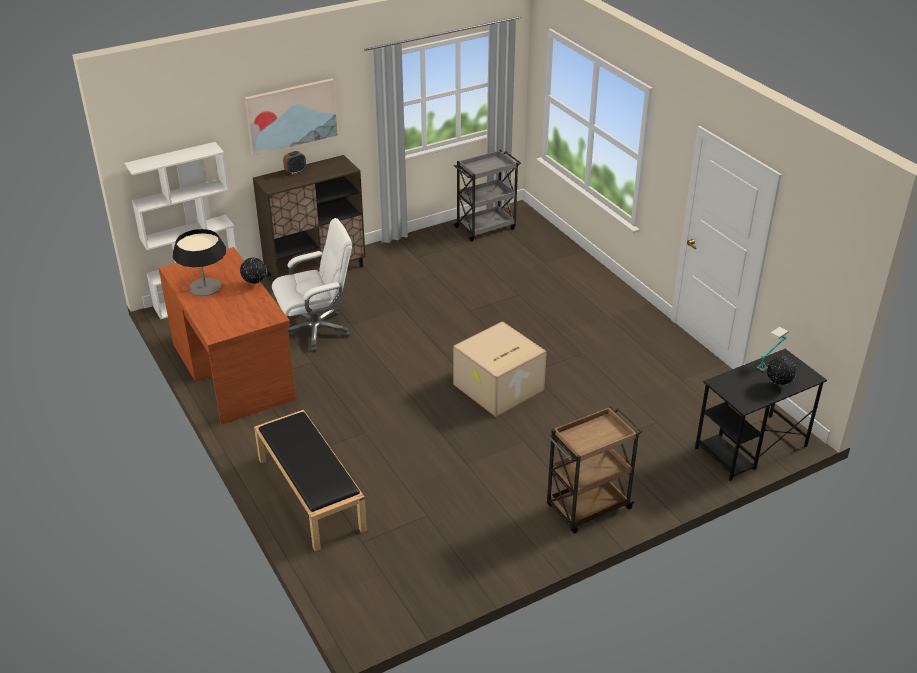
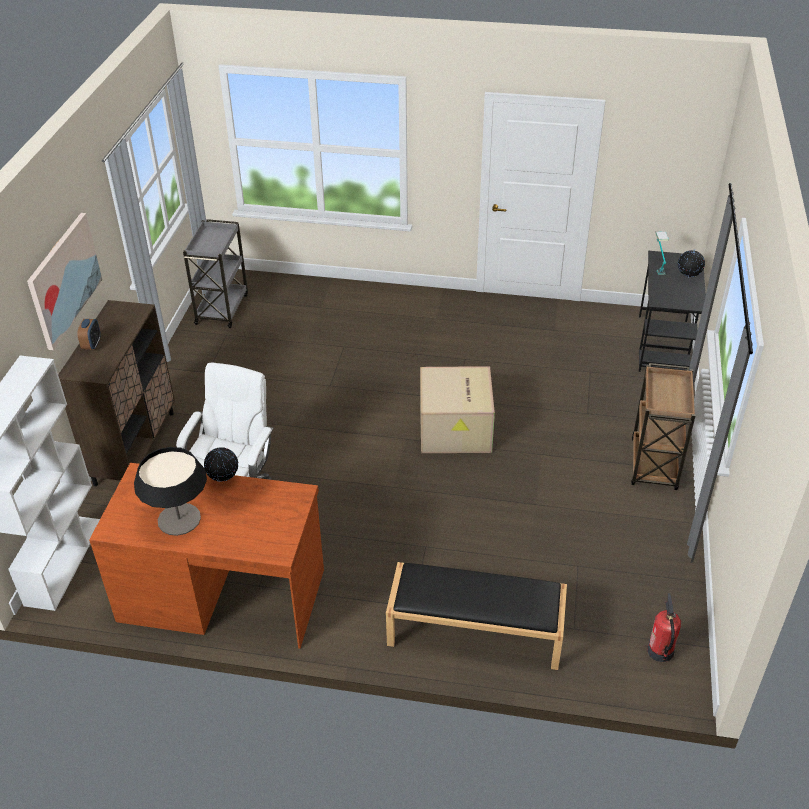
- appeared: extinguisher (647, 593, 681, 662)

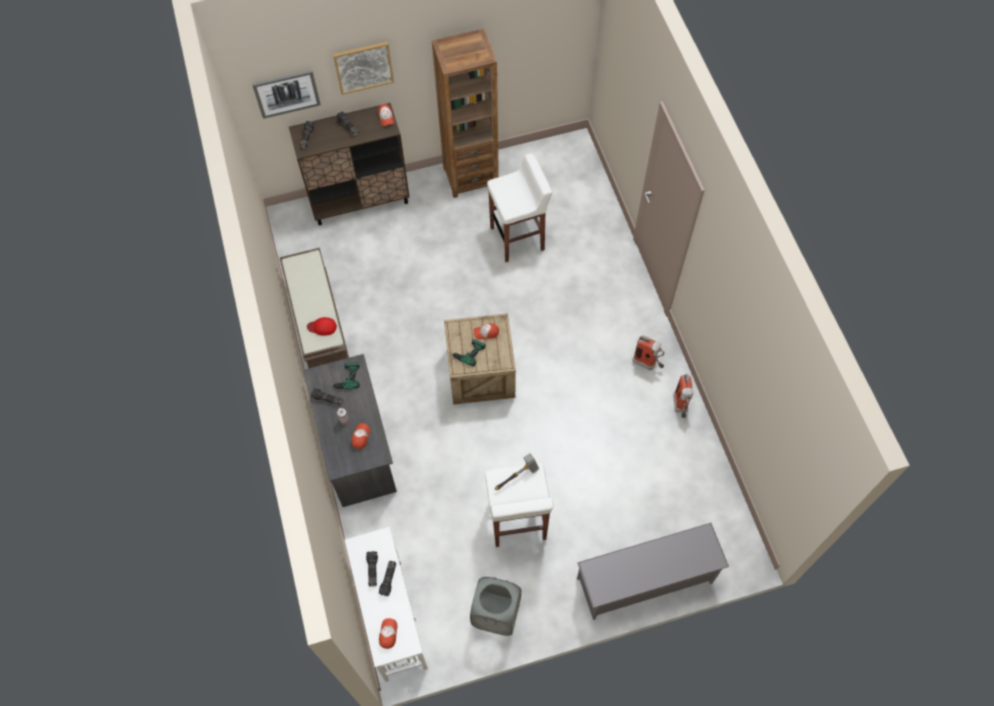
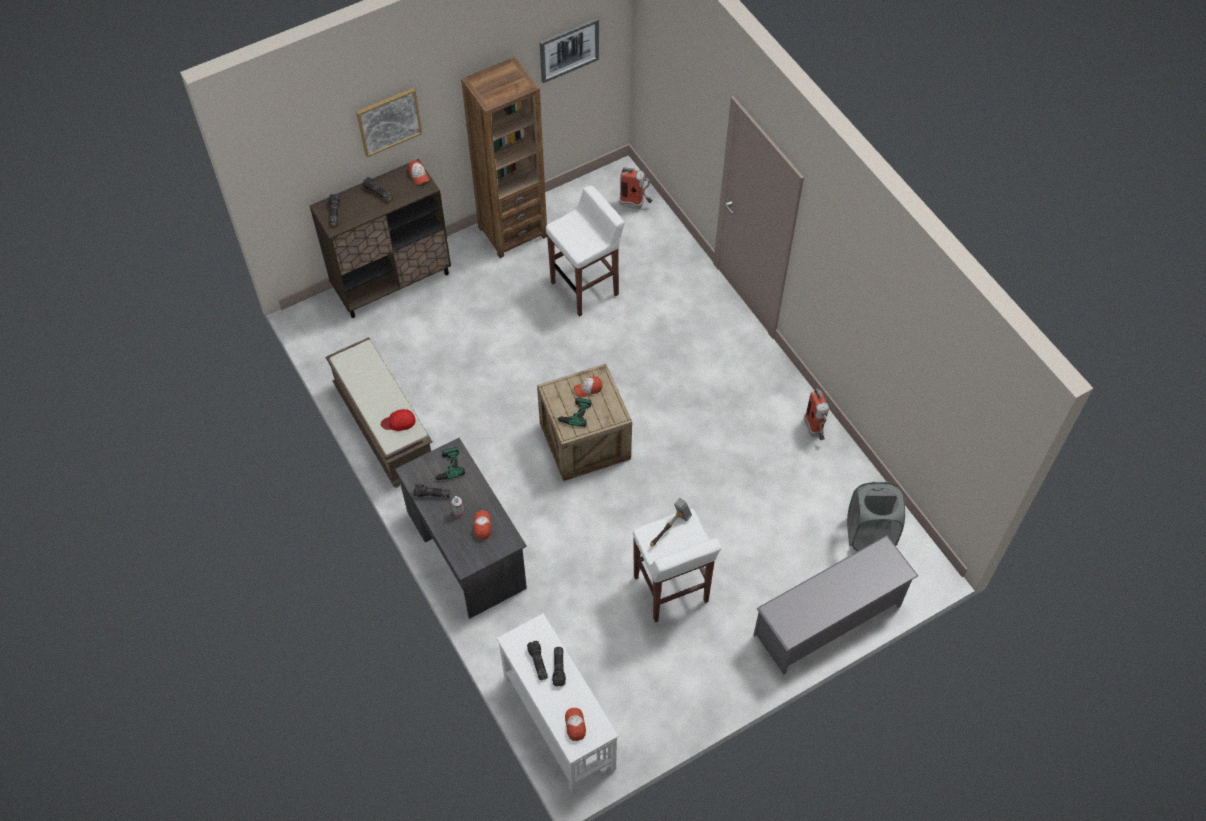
- relocated: picture (252, 70, 321, 119) to (540, 18, 599, 83)
- relocated: grey washing basket (470, 577, 521, 636) to (847, 482, 905, 551)
- relocated: extinguisher (632, 335, 664, 370) to (619, 167, 652, 209)

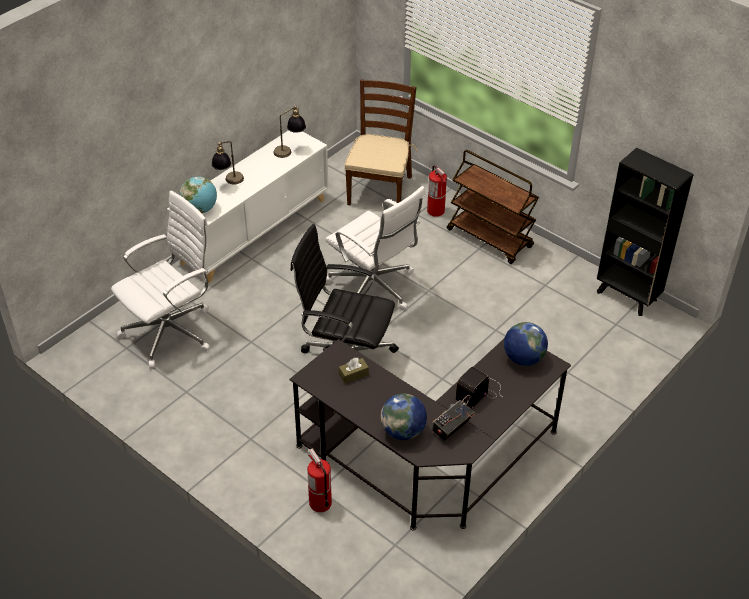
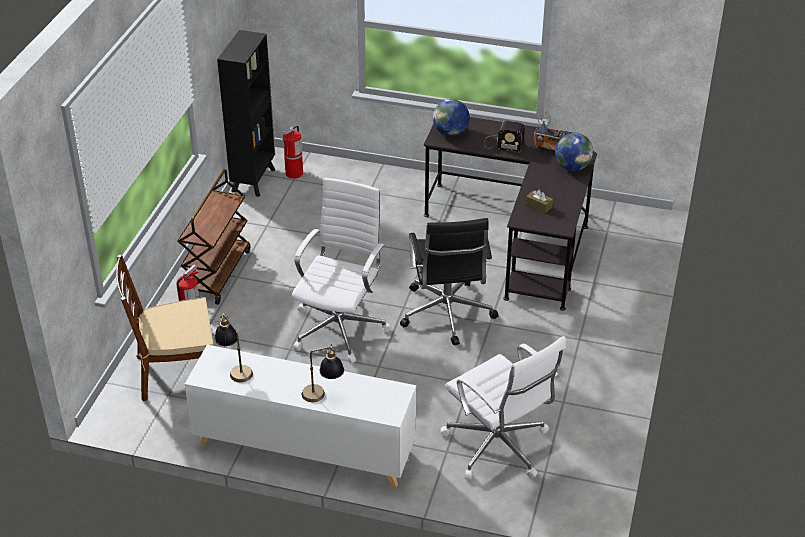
- missing: world globe (179, 177, 217, 213)
- relocated: extinguisher (307, 448, 332, 512) to (283, 126, 303, 179)
- spun: white computer chair (111, 191, 210, 369) = (440, 336, 566, 480) 150 degrees counterclockwise

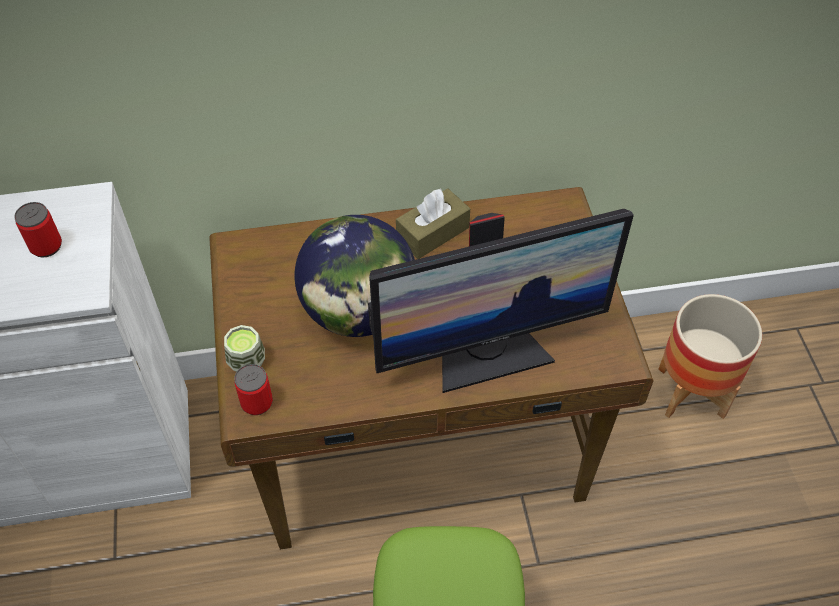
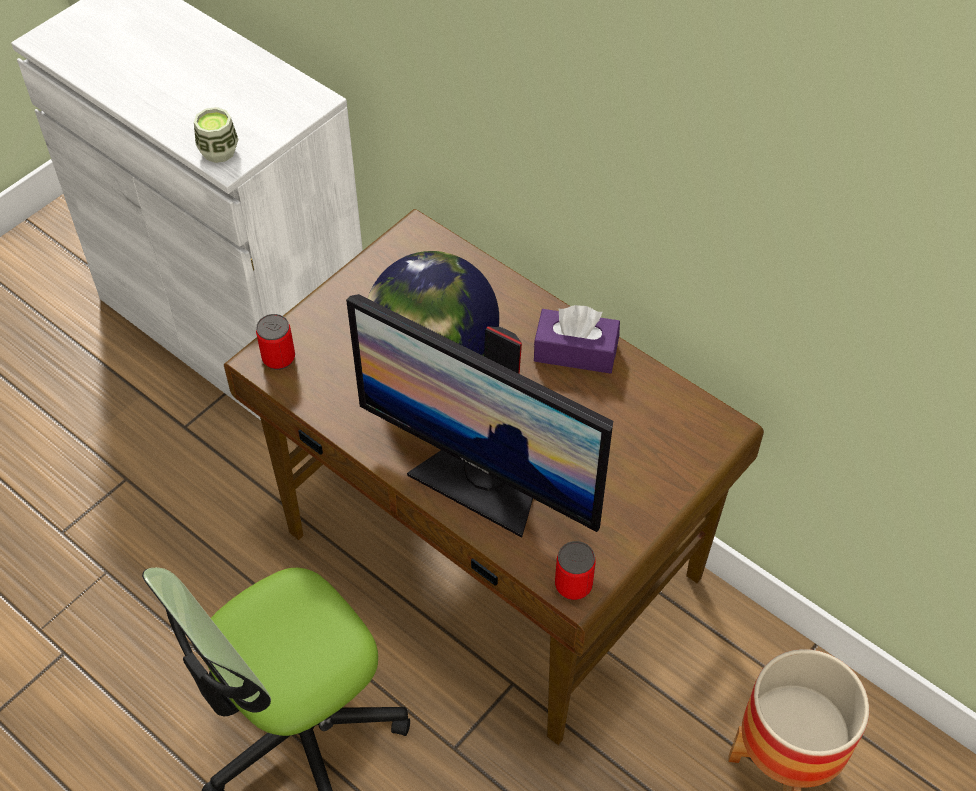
- relocated: metal can (14, 202, 62, 258) to (555, 541, 596, 600)
- relocated: small cup (224, 325, 265, 372) to (194, 107, 239, 163)
- colour: brown box of tissues (396, 188, 470, 259) to purple box of tissues (534, 305, 620, 374)

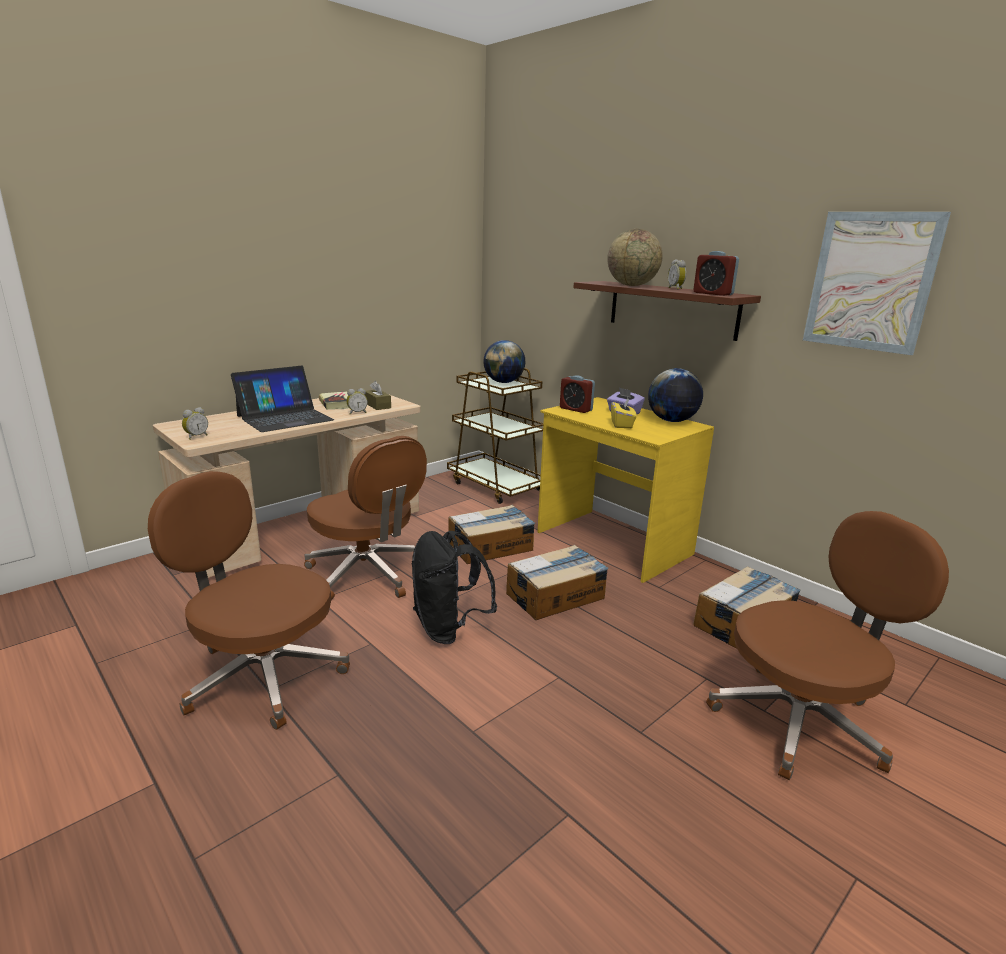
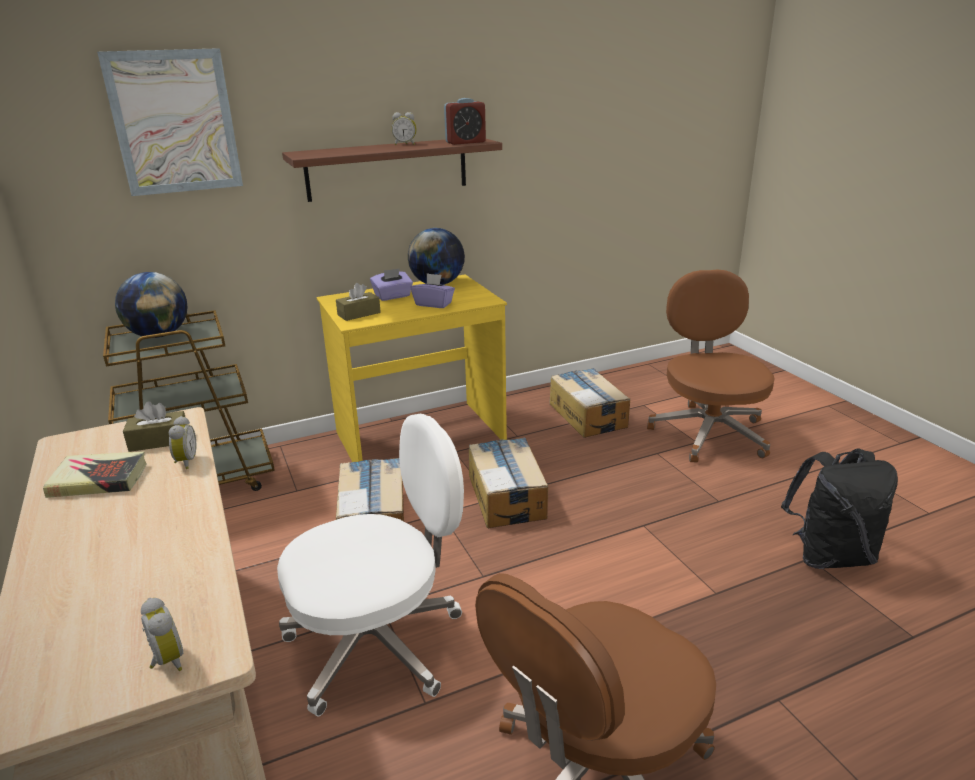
- missing: laptop (231, 366, 334, 432)
- missing: world globe (607, 229, 663, 286)
- relocated: black-coloured knapsack (412, 531, 497, 644) to (781, 448, 898, 569)
- relocated: picture (803, 212, 951, 355) to (97, 48, 243, 196)
- exchanged: table clock (560, 375, 595, 413) to brown box of tissues (336, 283, 381, 321)
- colour: brown computer chair (304, 436, 427, 600) to white computer chair (277, 414, 464, 716)
- colour: yellow box of tissues (611, 398, 637, 428) to purple box of tissues (411, 273, 455, 308)

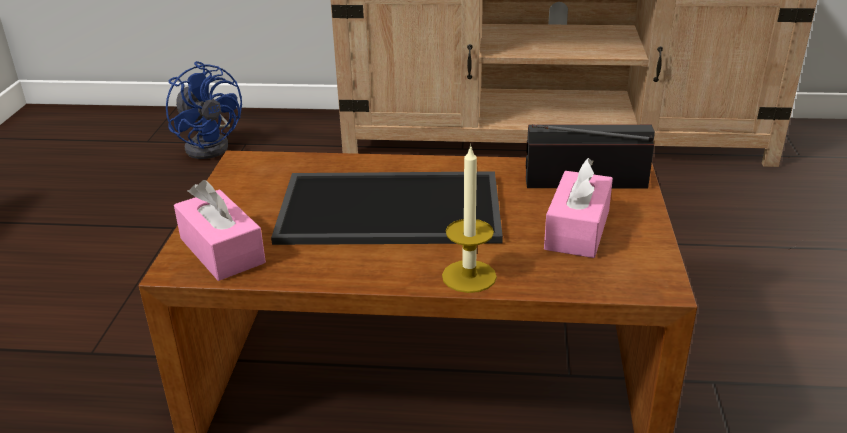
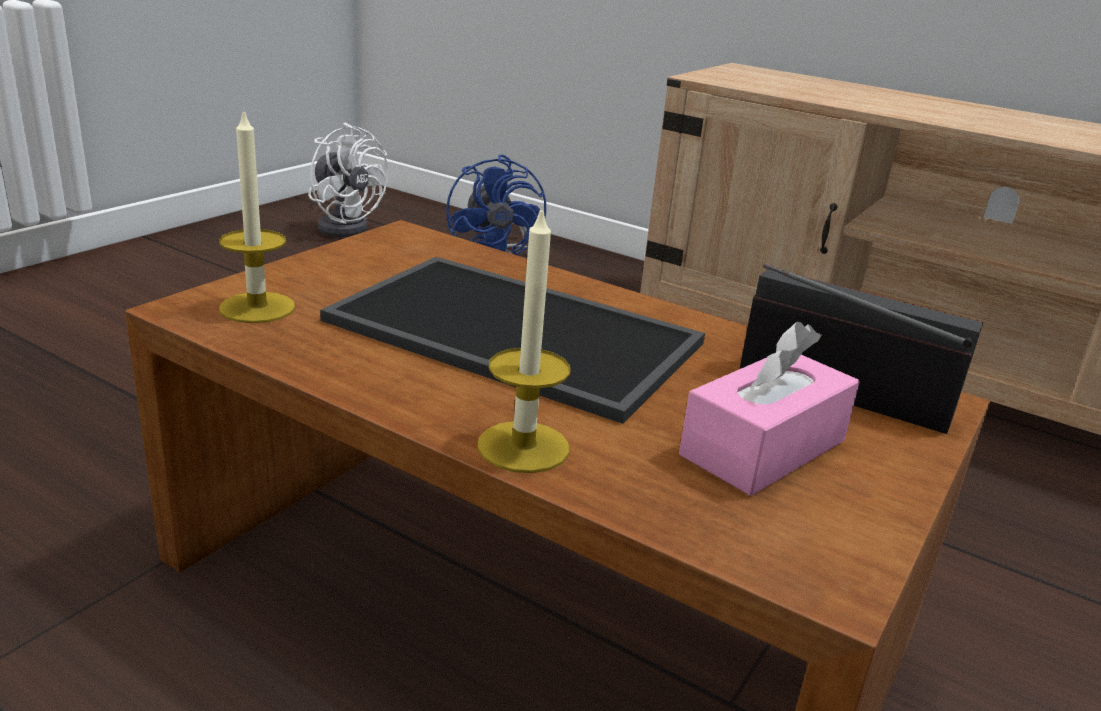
- appeared: white electric fan (308, 123, 388, 237)
- exchanged: pink-coloured box of tissues (174, 180, 266, 281) to candle (219, 108, 295, 323)

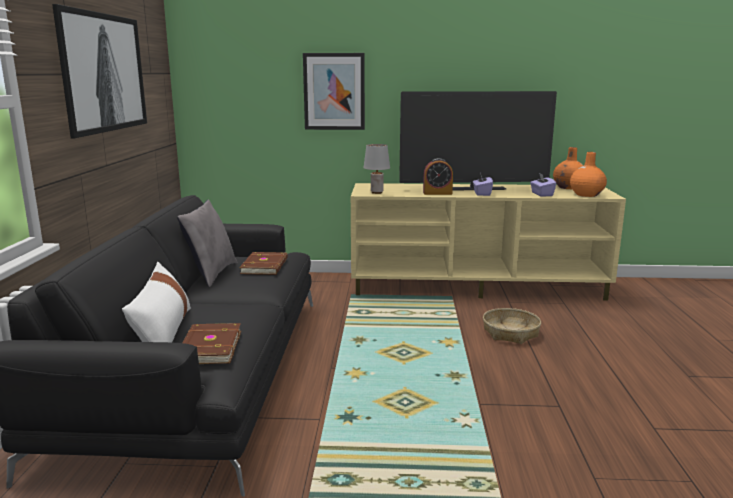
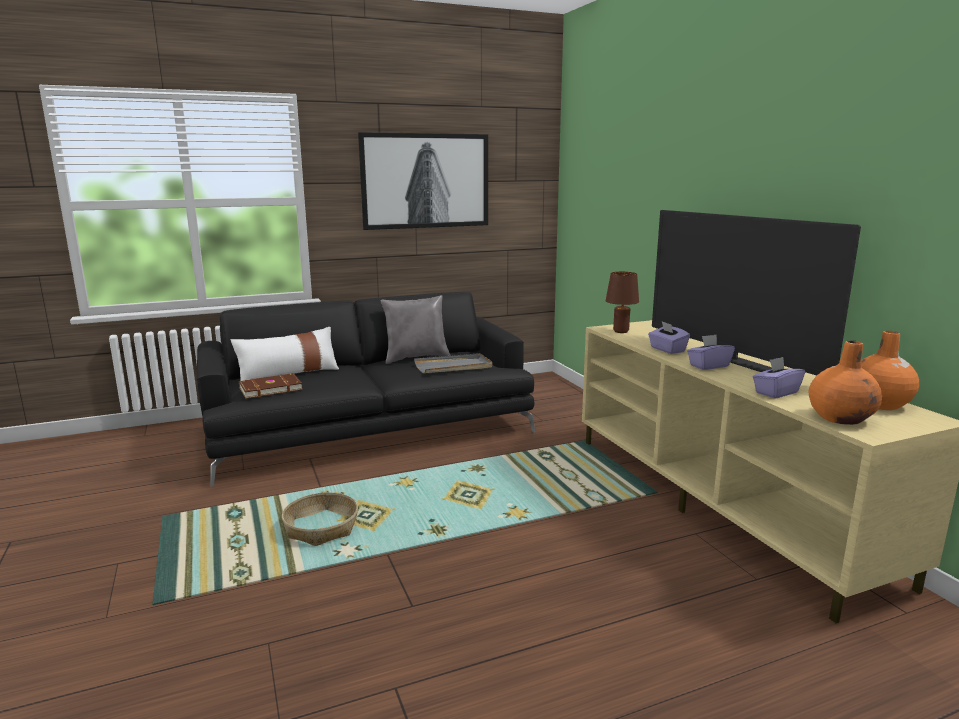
- missing: picture (303, 53, 365, 130)
- relocated: storage basket (483, 308, 541, 344) to (282, 492, 358, 546)
- exchanged: brown bound book (239, 252, 288, 275) to grey tray (414, 353, 492, 373)
- exchanged: table clock (423, 158, 453, 195) to purple box of tissues (648, 321, 690, 354)
- colour: grey tabletop lamp (363, 144, 390, 194) to brown tabletop lamp (606, 272, 639, 333)

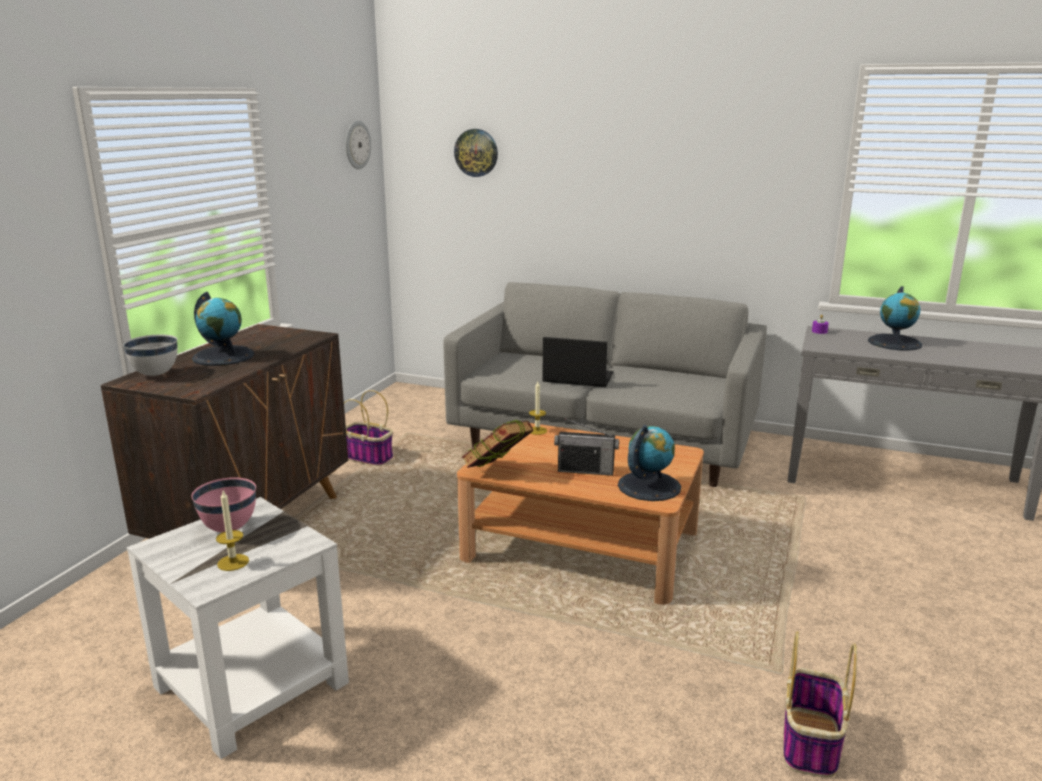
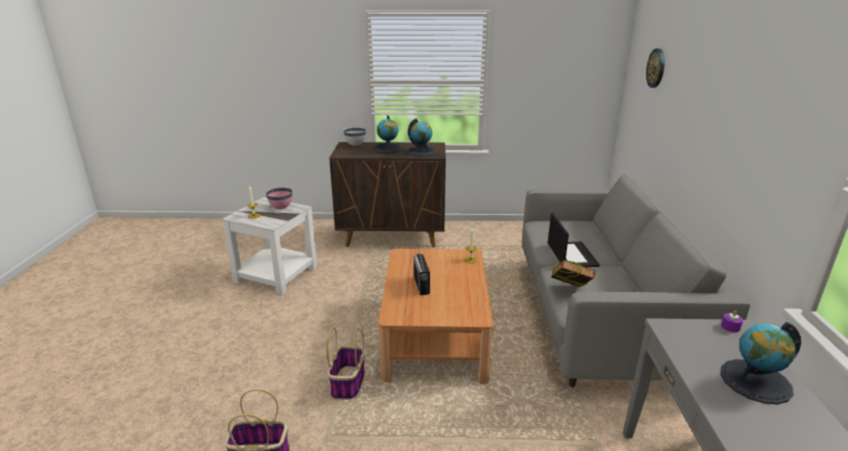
- missing: wall clock (346, 121, 371, 169)
- relocated: storage basket (344, 390, 393, 466) to (327, 327, 365, 400)
- relocated: bound book (461, 420, 534, 468) to (551, 260, 596, 287)
- relocated: world globe (618, 425, 681, 501) to (407, 118, 436, 157)

